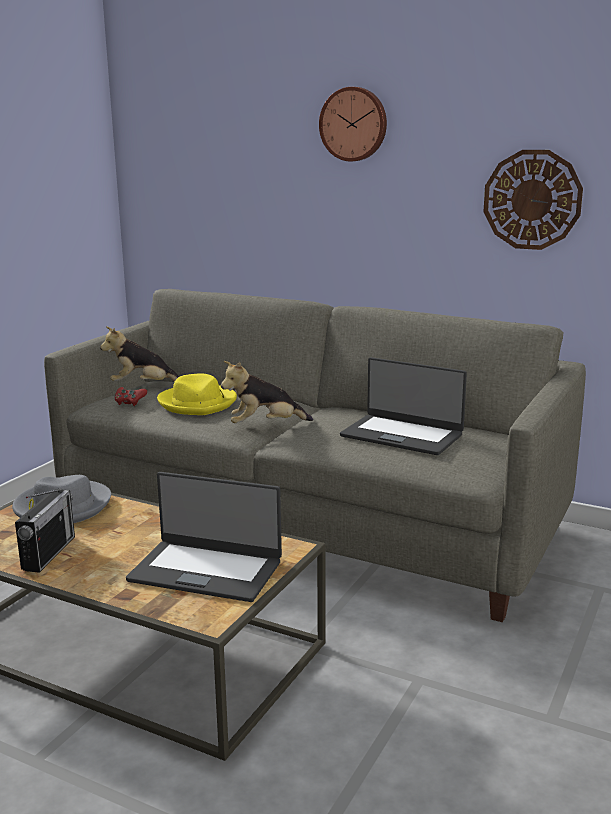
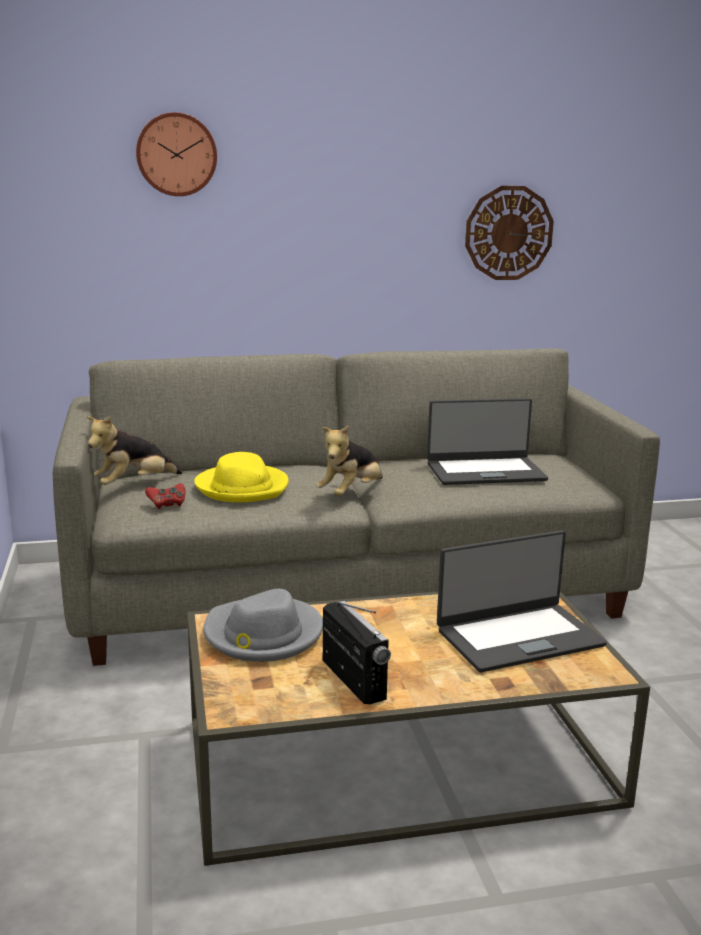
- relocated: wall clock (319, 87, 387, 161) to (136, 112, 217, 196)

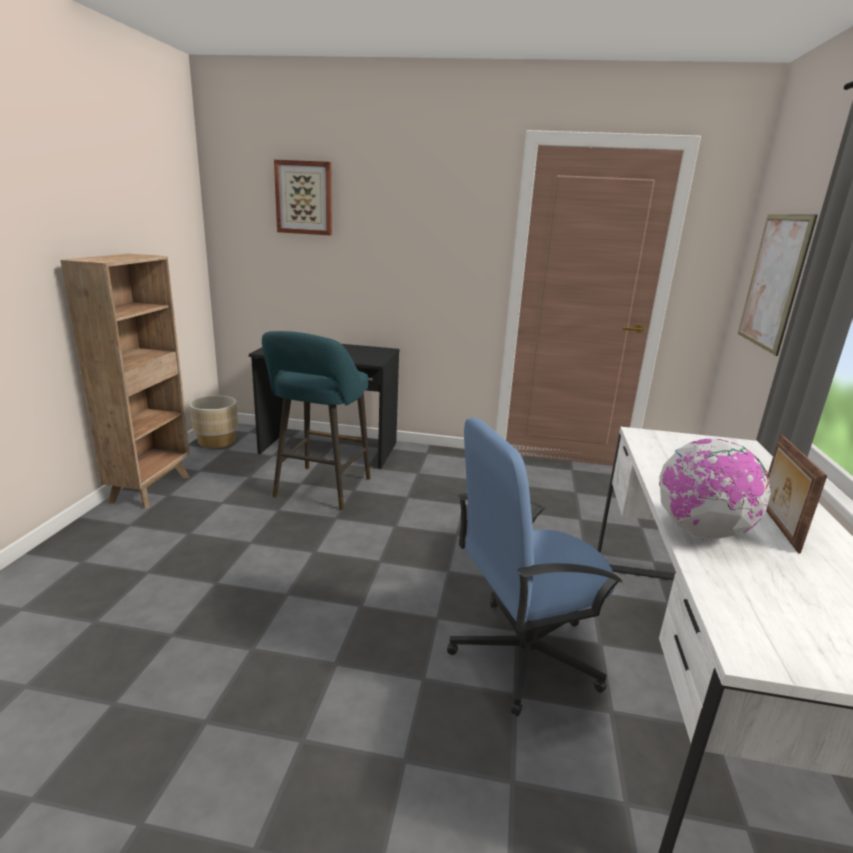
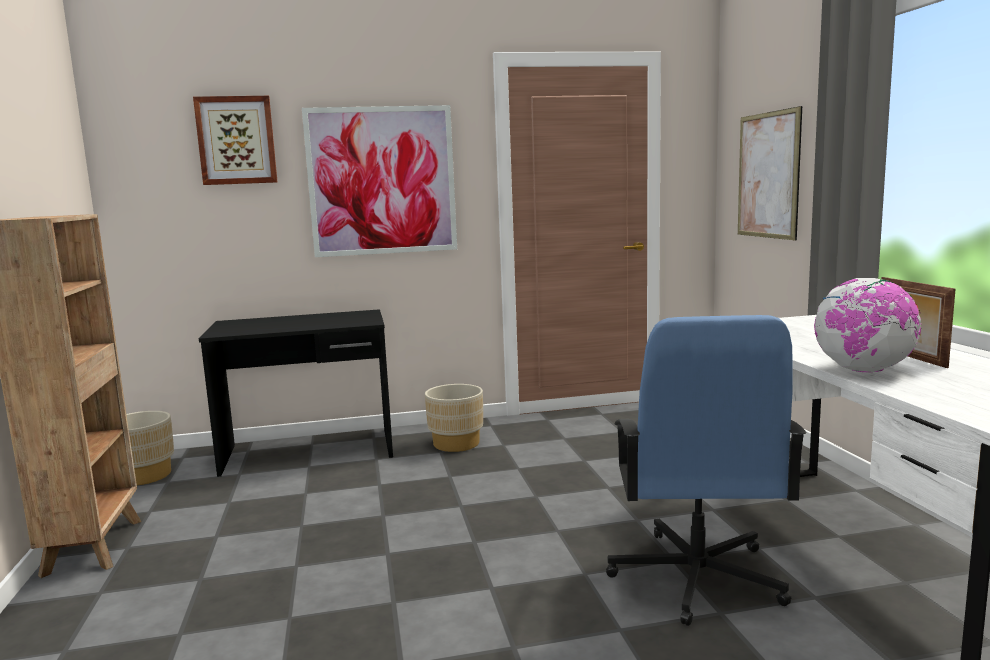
- missing: blue-green stool (262, 331, 370, 510)
- appeared: picture (302, 105, 457, 257)
- appeared: beige plant pot (425, 384, 483, 452)
- spun: blue-coloured computer chair (447, 418, 623, 716) = (606, 315, 807, 626) 45 degrees counterclockwise

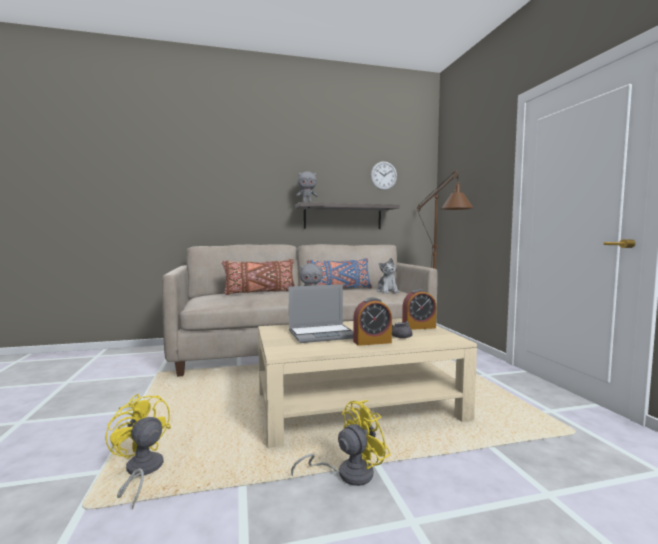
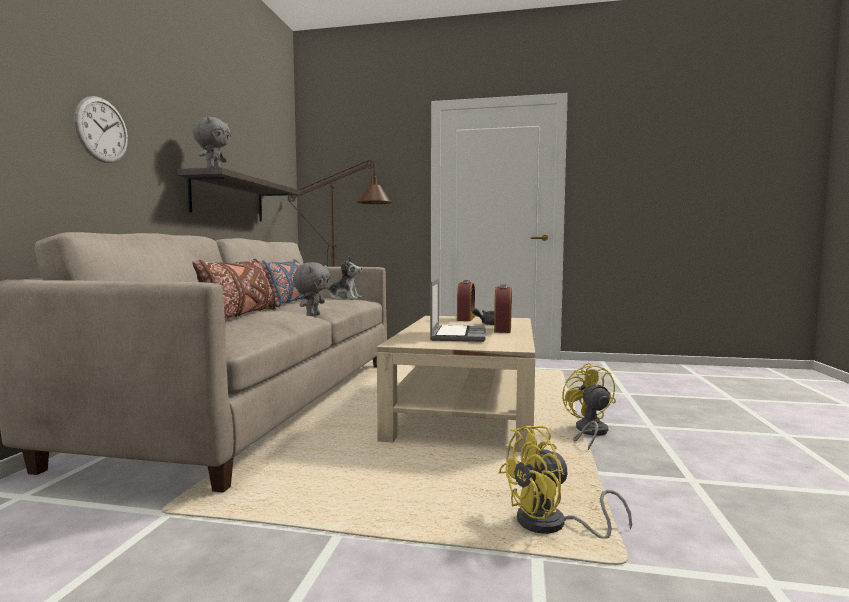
- relocated: wall clock (371, 161, 397, 190) to (74, 96, 128, 163)

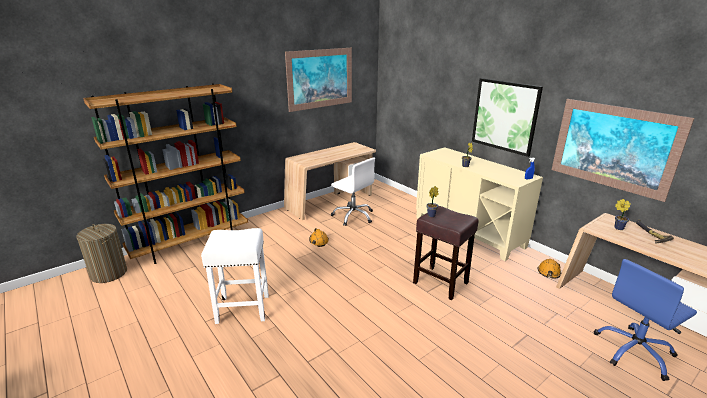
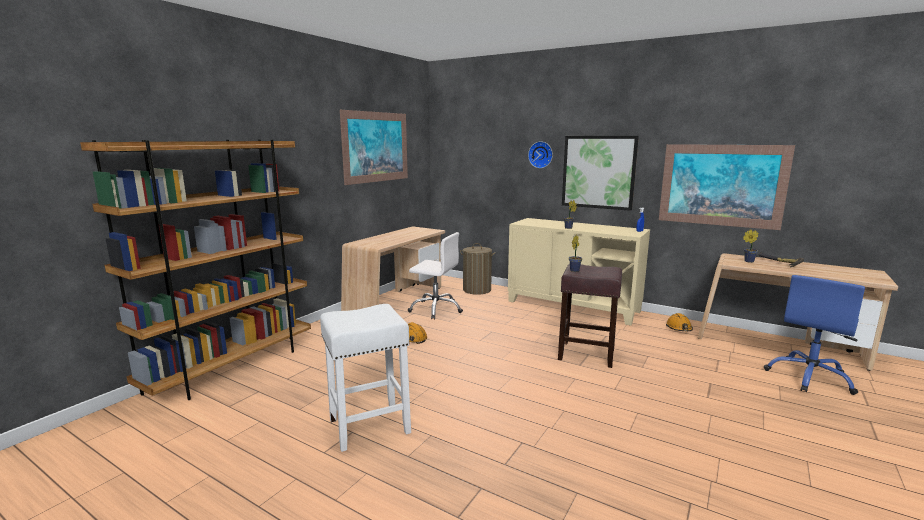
- appeared: wall clock (528, 142, 553, 168)
- relocated: washing basket (76, 224, 127, 283) to (460, 243, 496, 295)

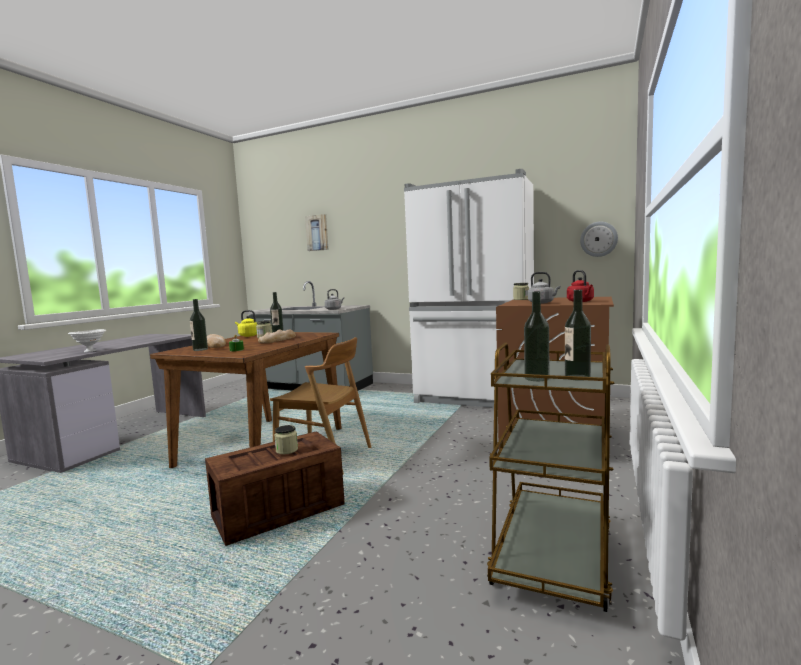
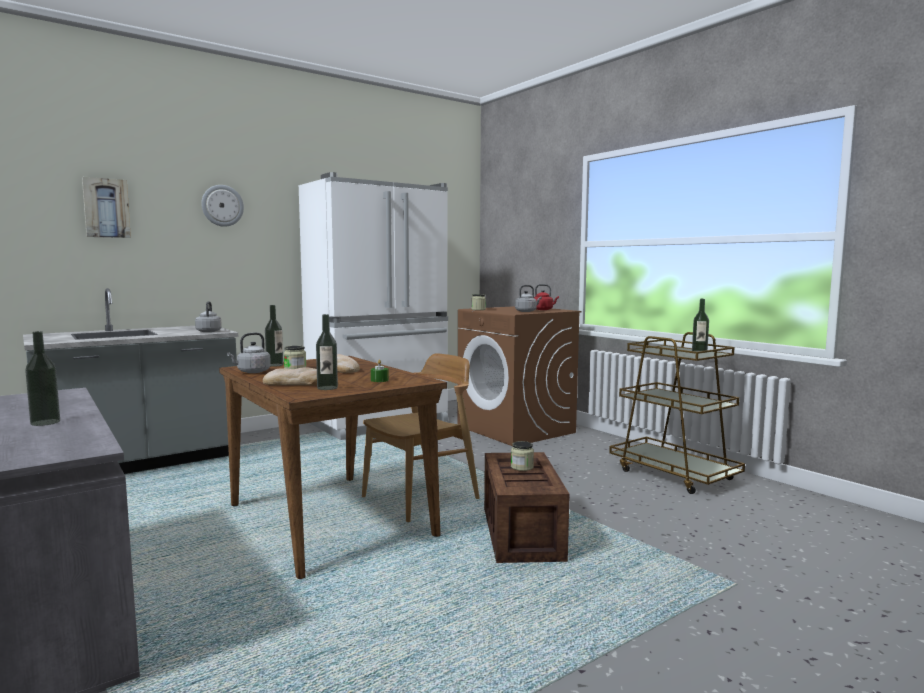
- missing: white deep dish (68, 329, 106, 352)
- relocated: drink bottle (524, 291, 549, 381) to (25, 331, 60, 426)
- relocated: wall clock (580, 222, 618, 257) to (201, 185, 244, 227)
- colour: yellow water kettle (235, 310, 257, 337) to grey water kettle (227, 332, 271, 373)

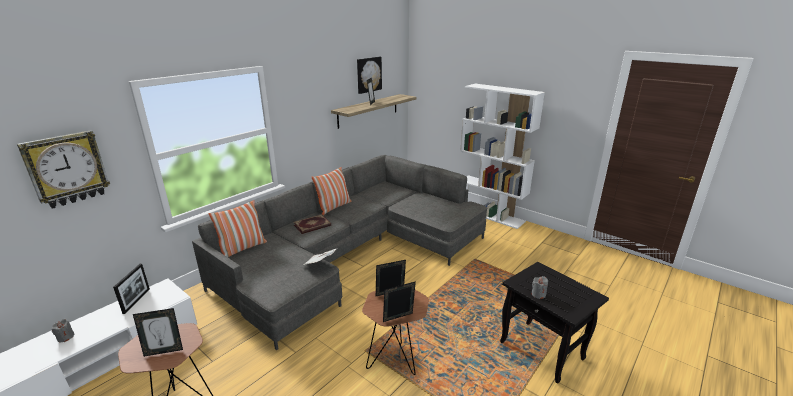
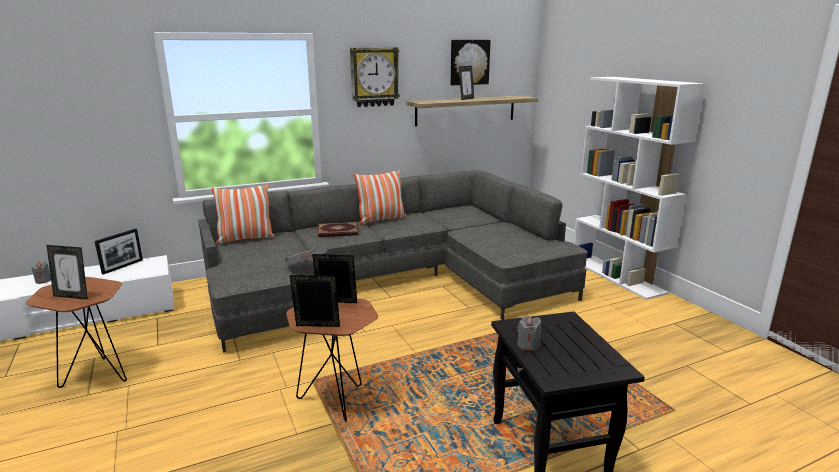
- relocated: wall clock (17, 130, 110, 209) to (350, 47, 400, 107)

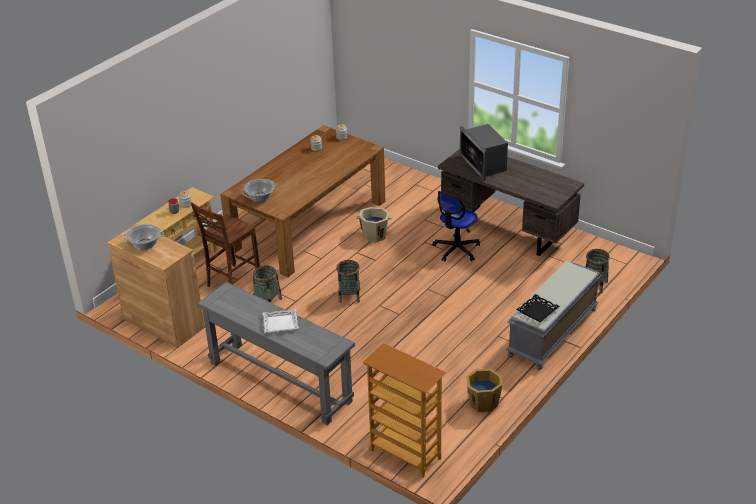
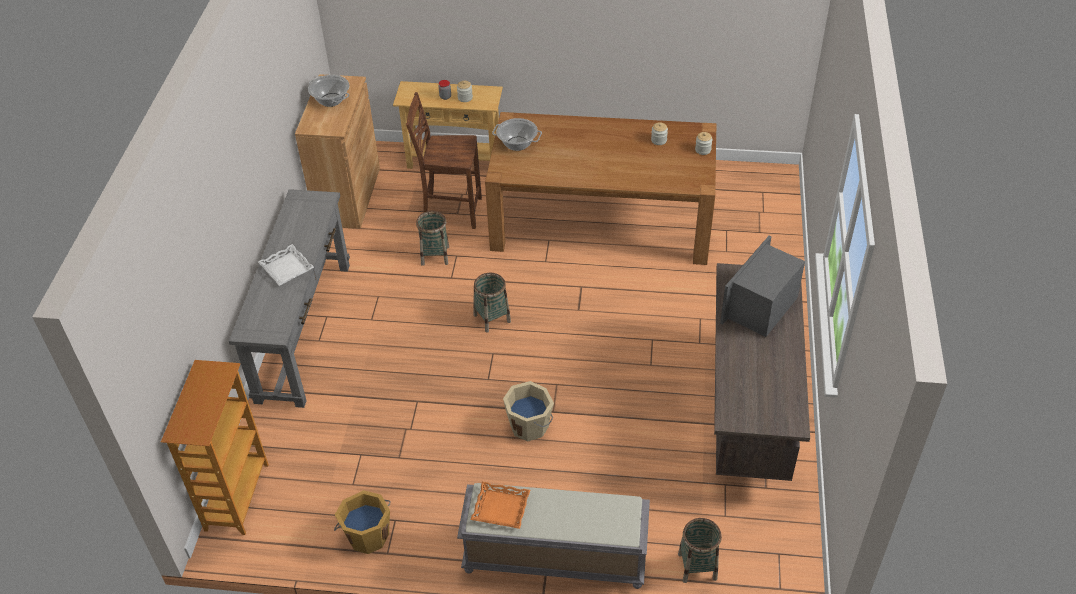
- missing: computer chair (432, 191, 480, 262)
- relocated: beige water bucket (357, 207, 392, 242) to (503, 381, 554, 441)
- colour: black-coloured tray (516, 294, 560, 322) to orange tray (470, 482, 530, 529)

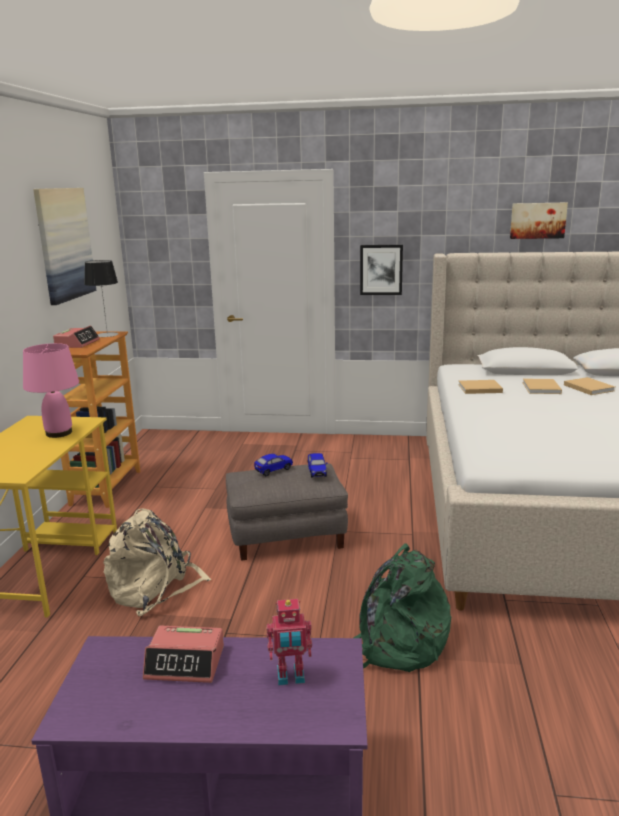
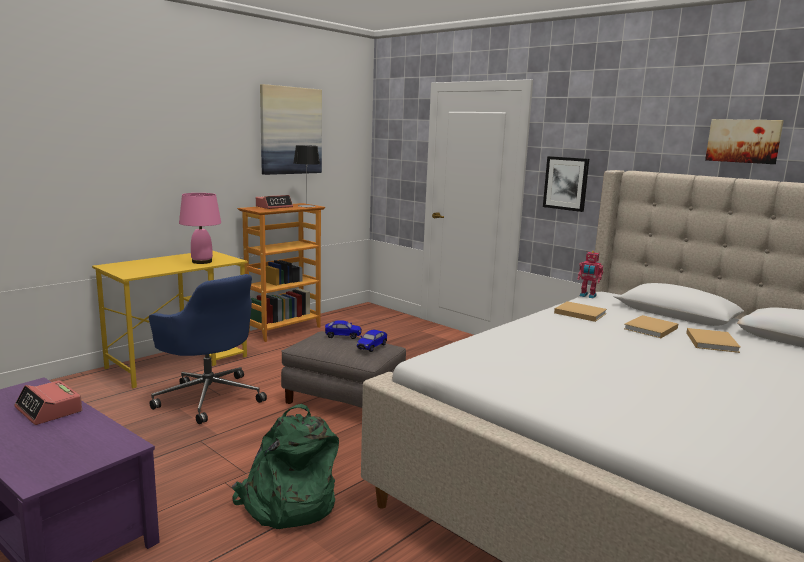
- relocated: robot figure (267, 599, 312, 686) to (578, 251, 603, 299)
- exchanged: beige knapsack (104, 509, 212, 616) to blue-coloured computer chair (149, 274, 267, 424)

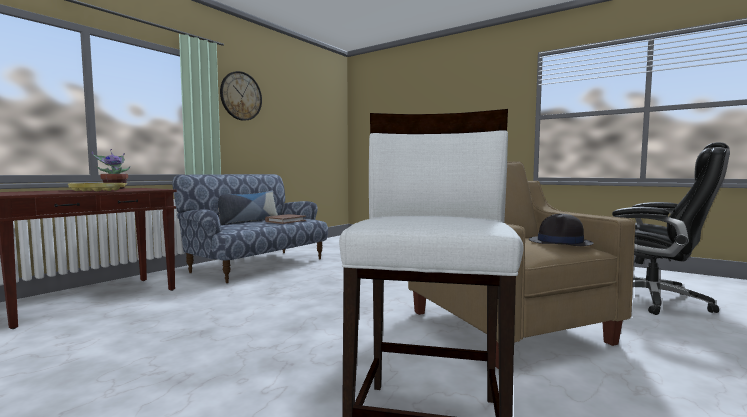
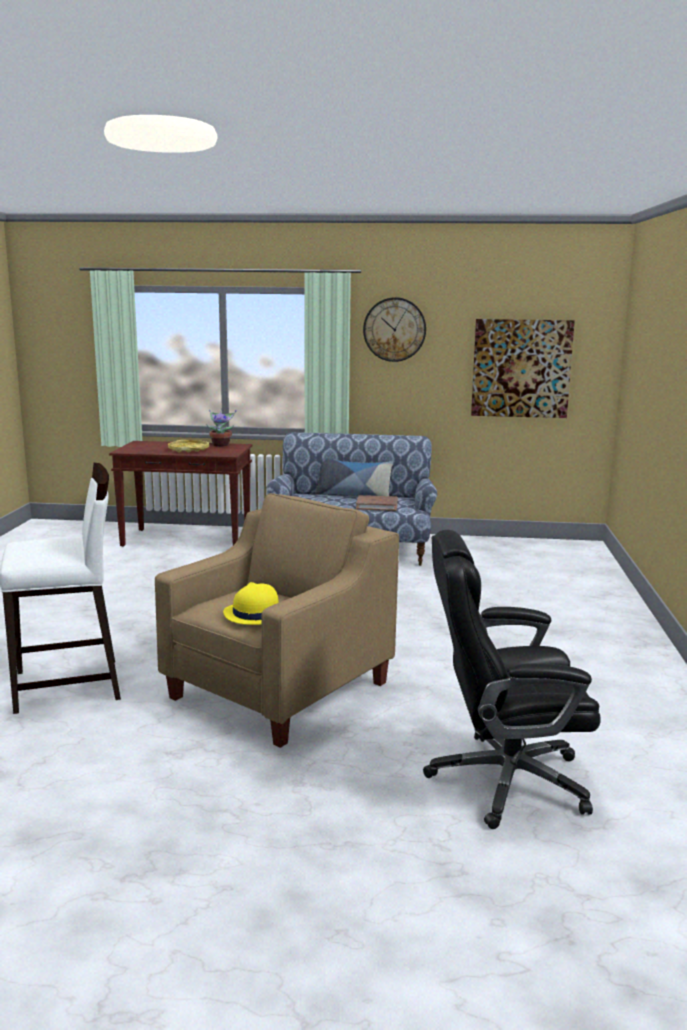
- appeared: picture (471, 319, 575, 418)
- colour: black-coloured wearable hat (529, 214, 593, 246) to yellow wearable hat (223, 582, 279, 625)
- spun: black-coloured computer chair (612, 142, 730, 315) = (423, 530, 601, 829) 75 degrees clockwise

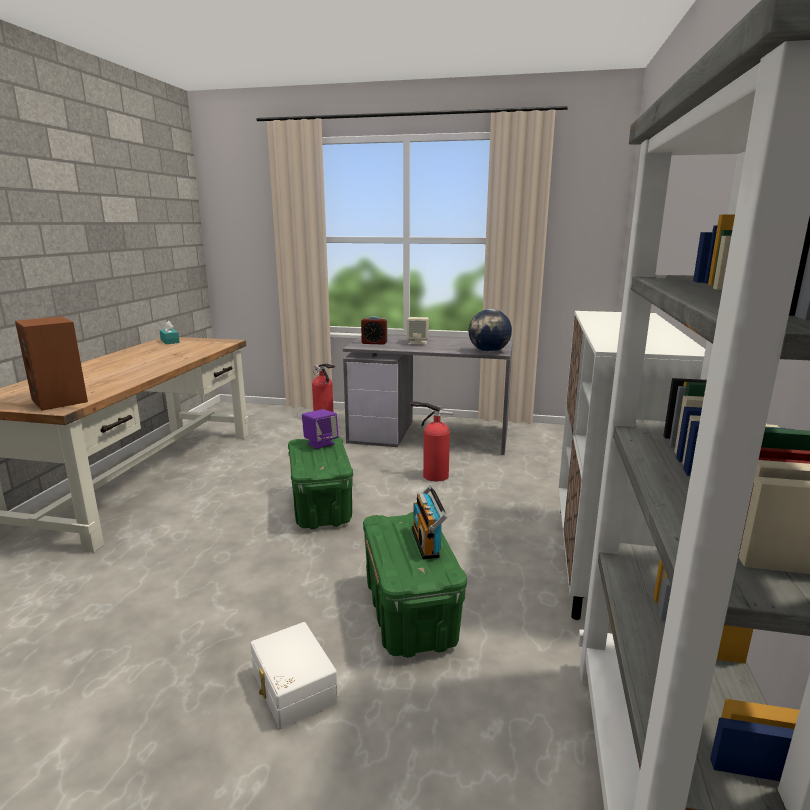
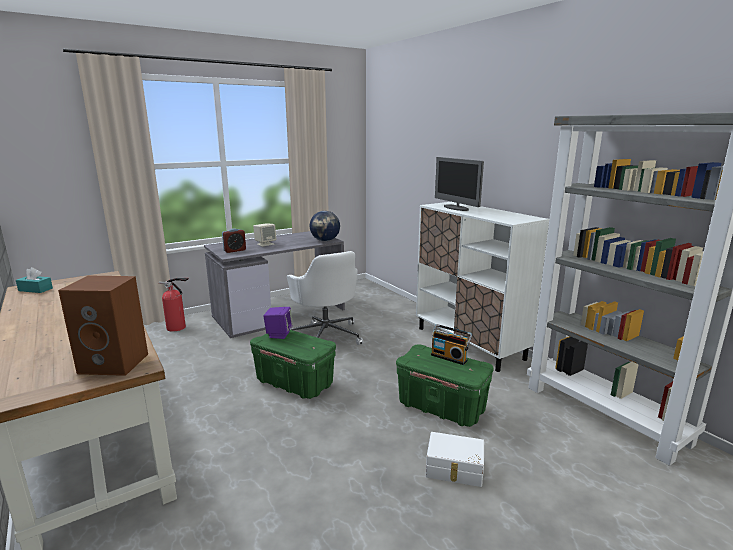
- appeared: computer screen (435, 157, 484, 211)
- exchanged: extinguisher (411, 401, 453, 481) to white computer chair (287, 251, 363, 345)

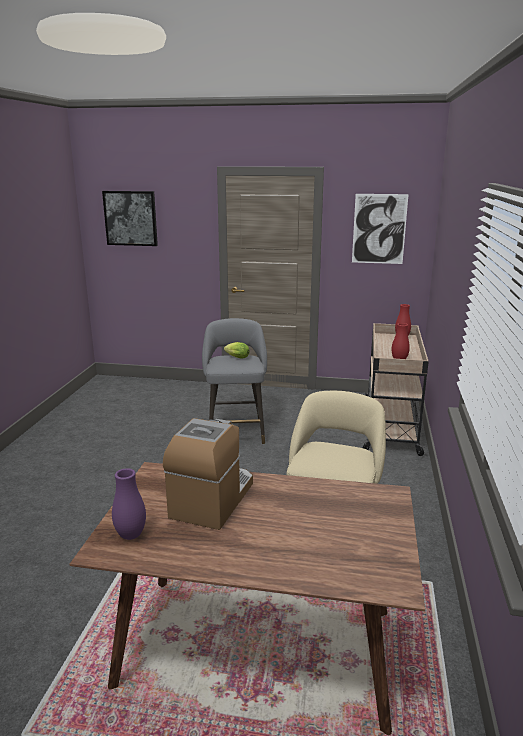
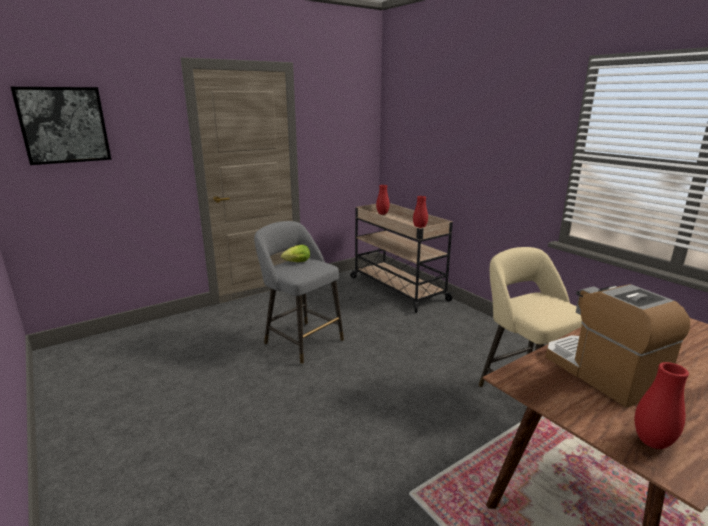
- missing: picture (352, 194, 409, 264)
- colour: purple decorative vase (112, 468, 146, 540) to red decorative vase (635, 362, 689, 449)

